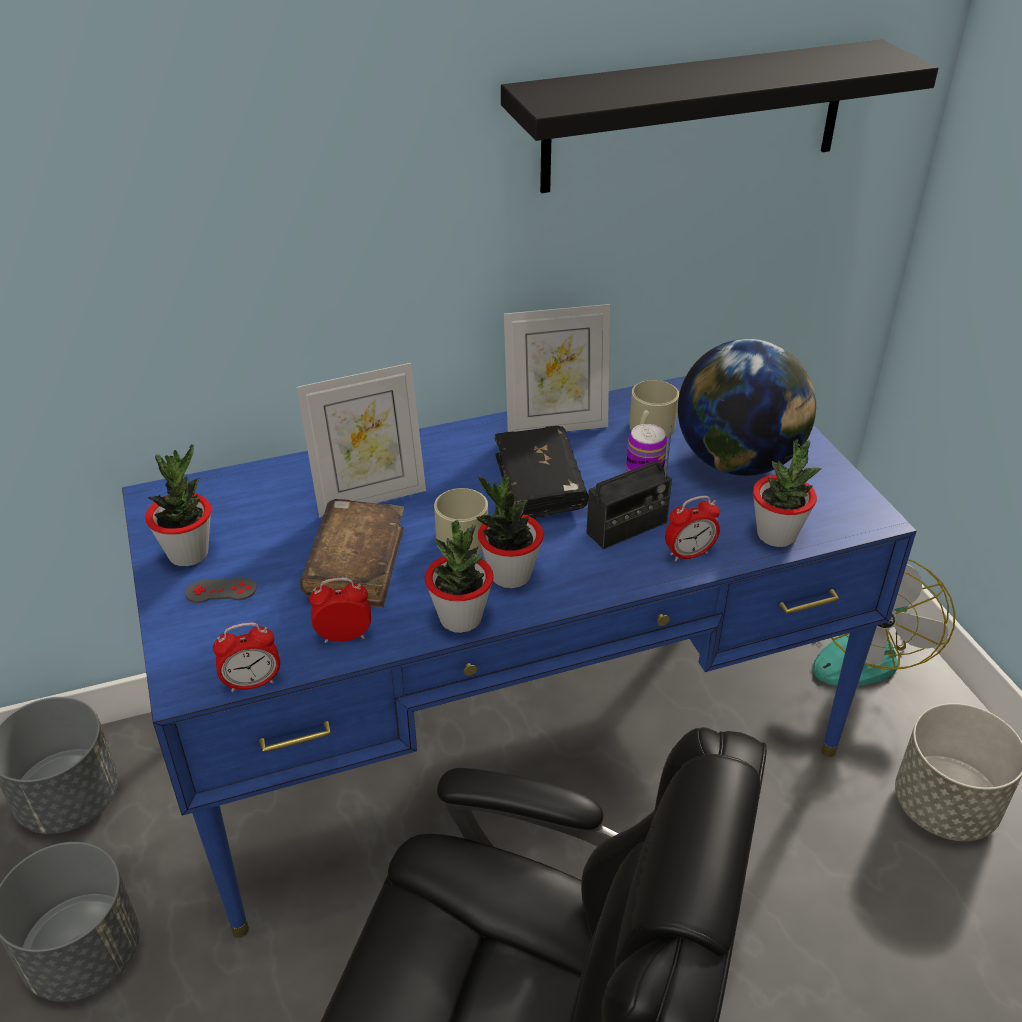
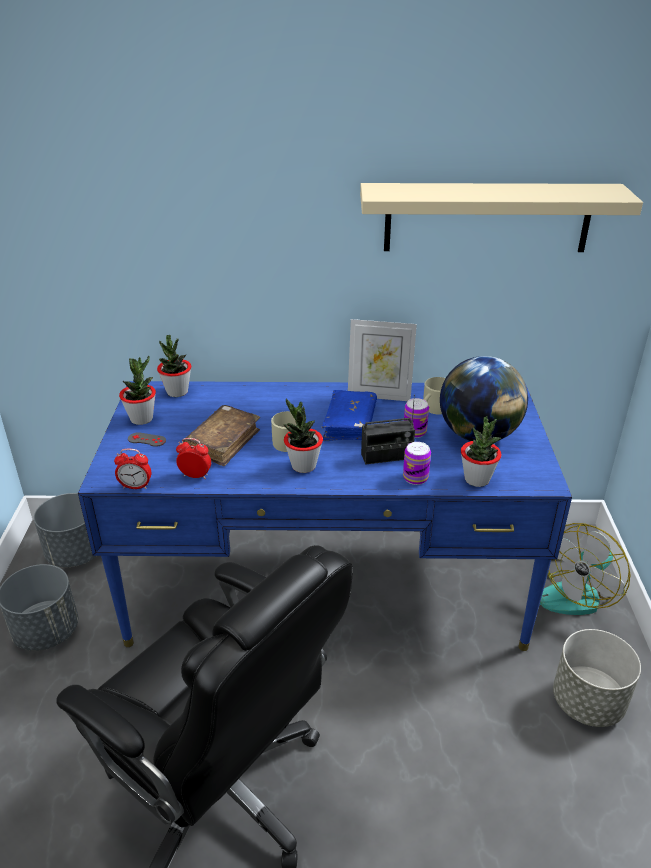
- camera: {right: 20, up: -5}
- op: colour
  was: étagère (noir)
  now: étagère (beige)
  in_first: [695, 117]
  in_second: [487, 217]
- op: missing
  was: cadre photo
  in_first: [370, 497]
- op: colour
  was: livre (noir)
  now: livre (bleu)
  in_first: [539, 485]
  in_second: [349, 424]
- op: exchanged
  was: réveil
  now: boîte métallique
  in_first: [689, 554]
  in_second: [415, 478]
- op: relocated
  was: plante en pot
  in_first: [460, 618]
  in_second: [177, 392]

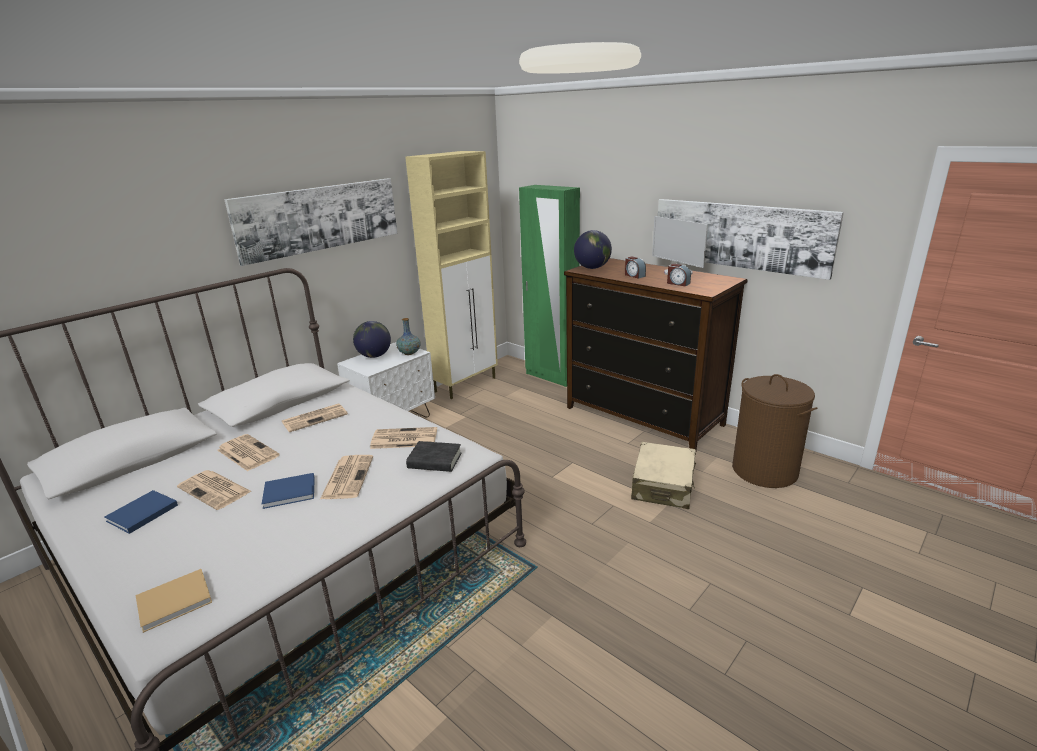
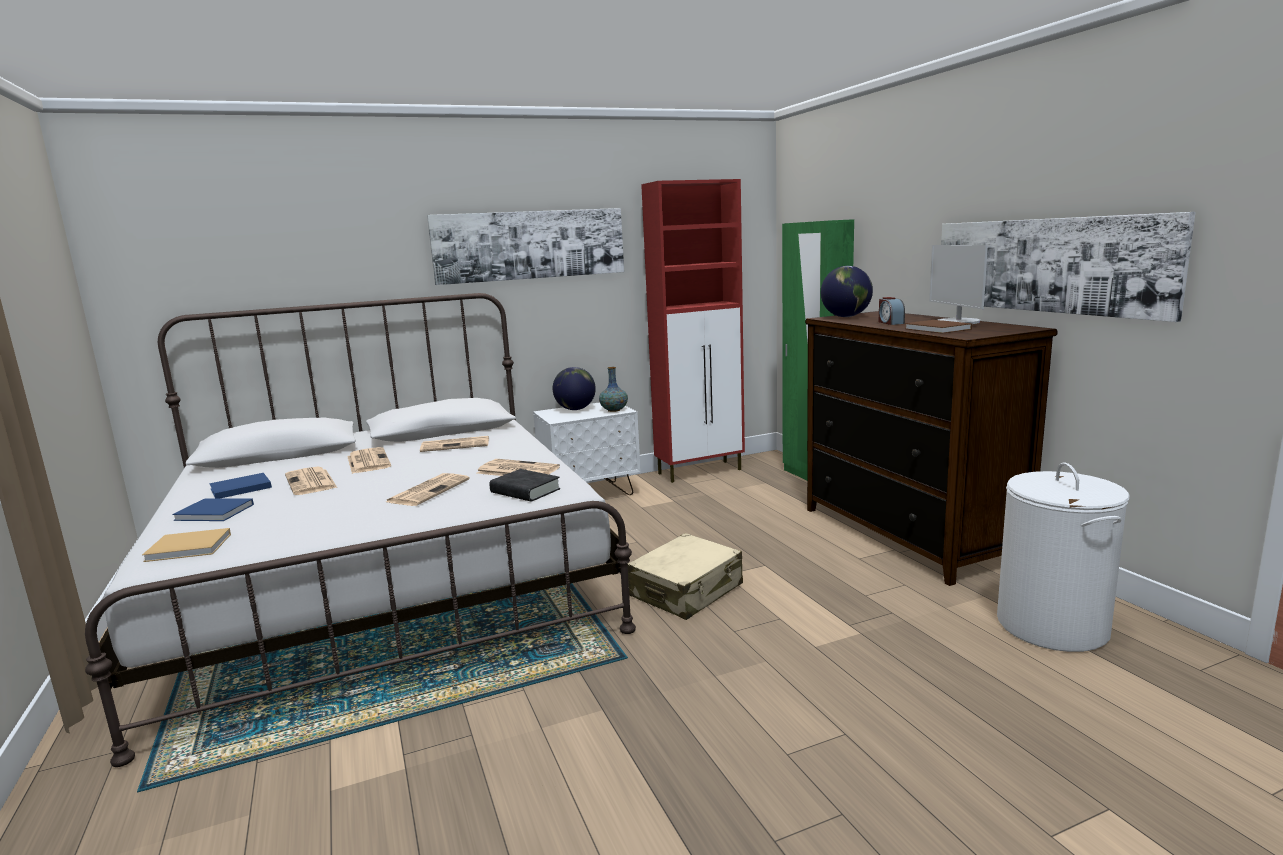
- camera: {right: 25, up: -10}
- op: colour
  was: meuble de rangement (beige)
  now: meuble de rangement (rouge)
  in_first: [466, 384]
  in_second: [701, 471]
- op: exchanged
  was: réveil
  now: livre (marron)
  in_first: [678, 283]
  in_second: [939, 329]
- op: colour
  was: panier à linge (marron)
  now: panier à linge (blanc)
  in_first: [765, 470]
  in_second: [1052, 626]
- op: relocated
  was: valise (beige)
  in_first: [663, 485]
  in_second: [686, 591]
- op: relocated
  was: livre (bleu)
  in_first: [291, 492]
  in_second: [216, 512]

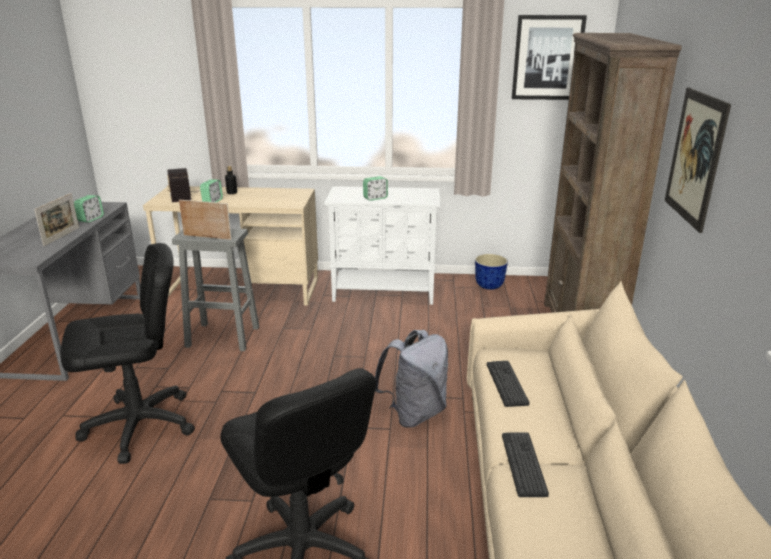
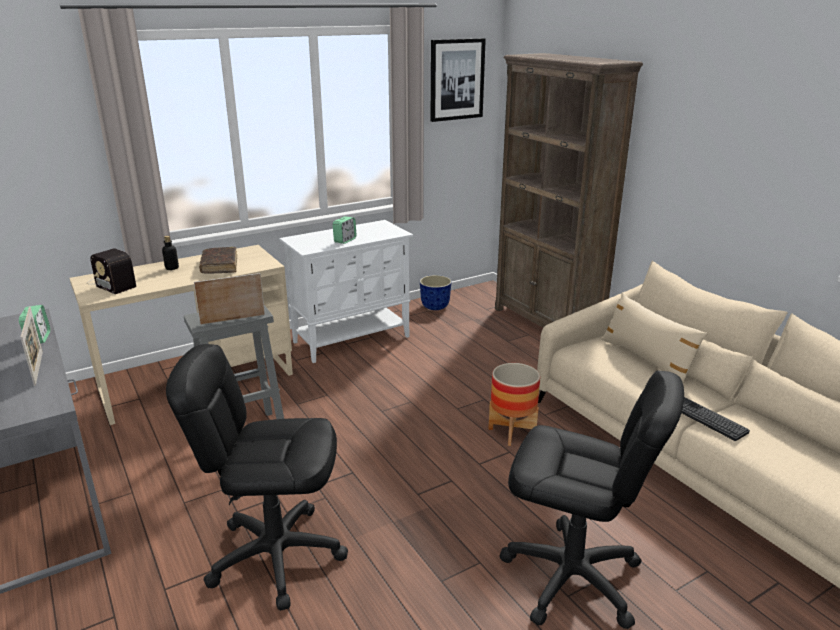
- camera: {right: -35, up: 0}
- op: missing
  was: tableau
  in_first: [695, 157]
- op: missing
  was: réveil
  in_first: [212, 201]
- op: spun
  was: chaise de bureau (noir)
  in_first: [140, 425]
  in_second: [276, 555]
  clockwise: -120
- op: exchanged
  was: sac à dos (gris)
  now: cache-pot
  in_first: [414, 413]
  in_second: [511, 432]
- op: missing
  was: clavier
  in_first: [506, 383]
- op: appeared
  now: livre (marron)
  in_second: [219, 266]
- op: appeared
  now: coussin (beige)
  in_second: [646, 360]

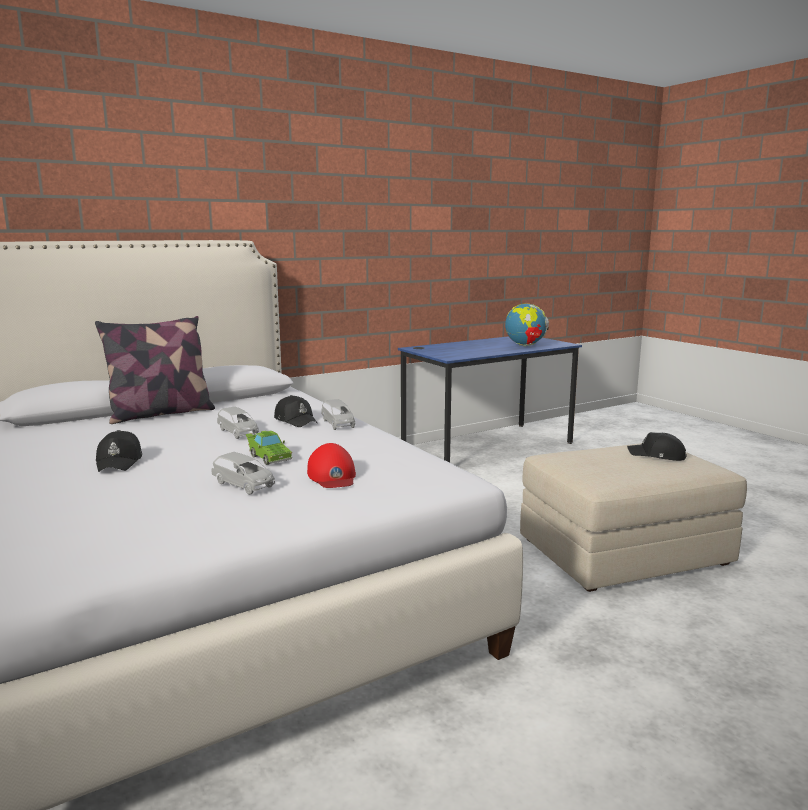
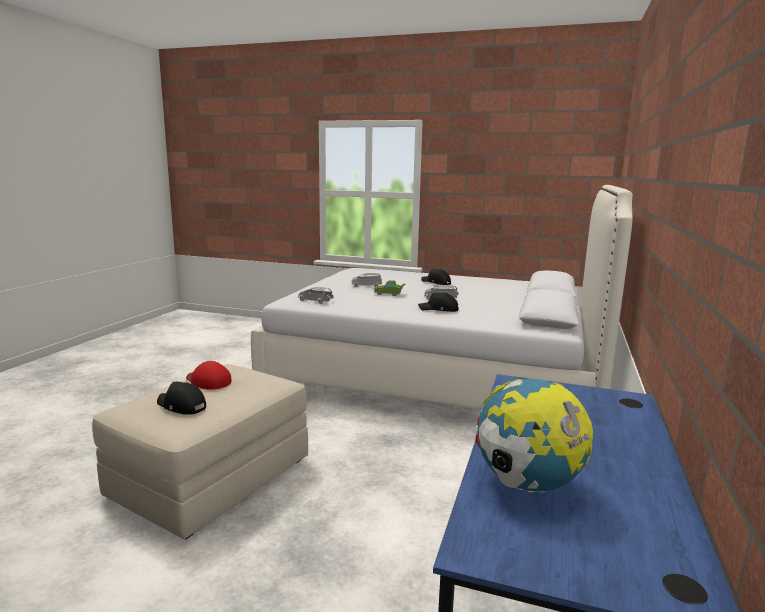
- camera: {right: 140, up: 0}
- op: missing
  was: coussin
  in_first: [161, 414]
- op: relocated
  was: petite voiture (gris)
  in_first: [338, 424]
  in_second: [315, 301]
- op: spun
  was: casquette (noir)
  in_first: [657, 455]
  in_second: [181, 406]
  clockwise: -135
- op: relocated
  was: casquette (rouge)
  in_first: [332, 476]
  in_second: [208, 381]

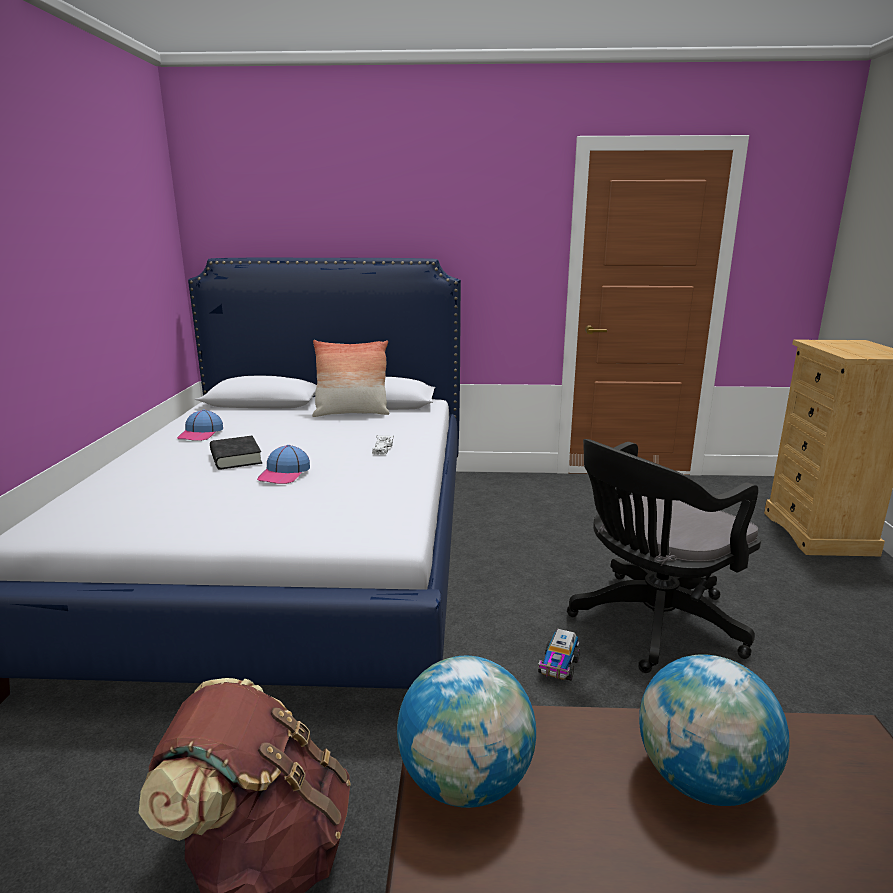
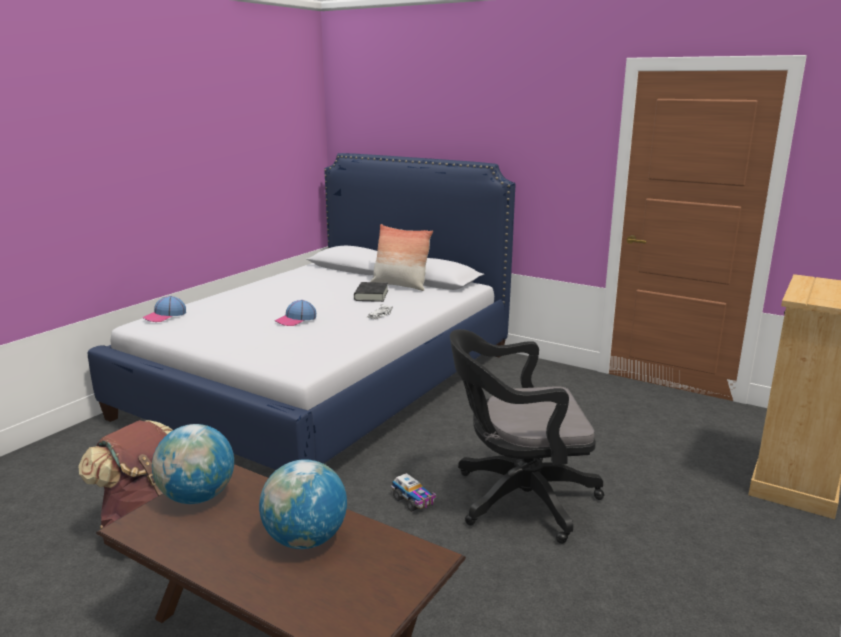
- camera: {right: 30, up: 0}
- op: relocated
  was: casquette
  in_first: [201, 434]
  in_second: [165, 316]
- op: relocated
  was: livre (noir)
  in_first: [236, 458]
  in_second: [371, 295]
- op: spun
  was: camion jouet
  in_first: [558, 667]
  in_second: [413, 501]
  clockwise: -90

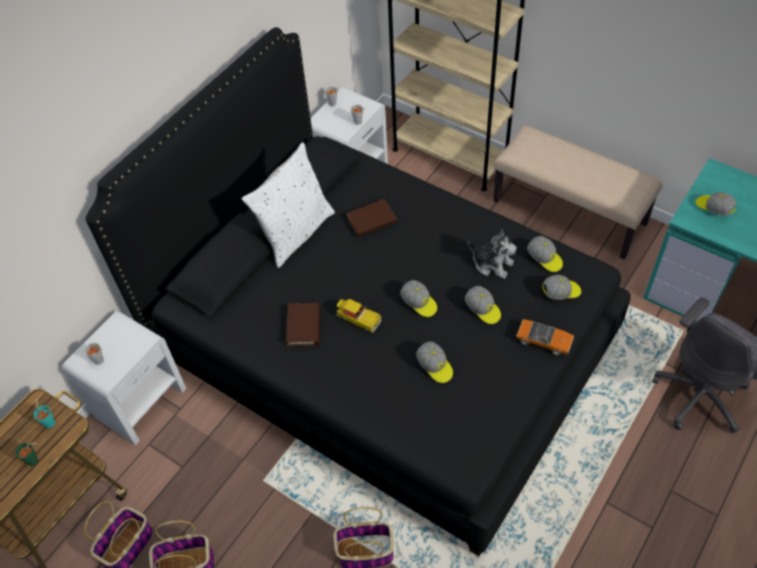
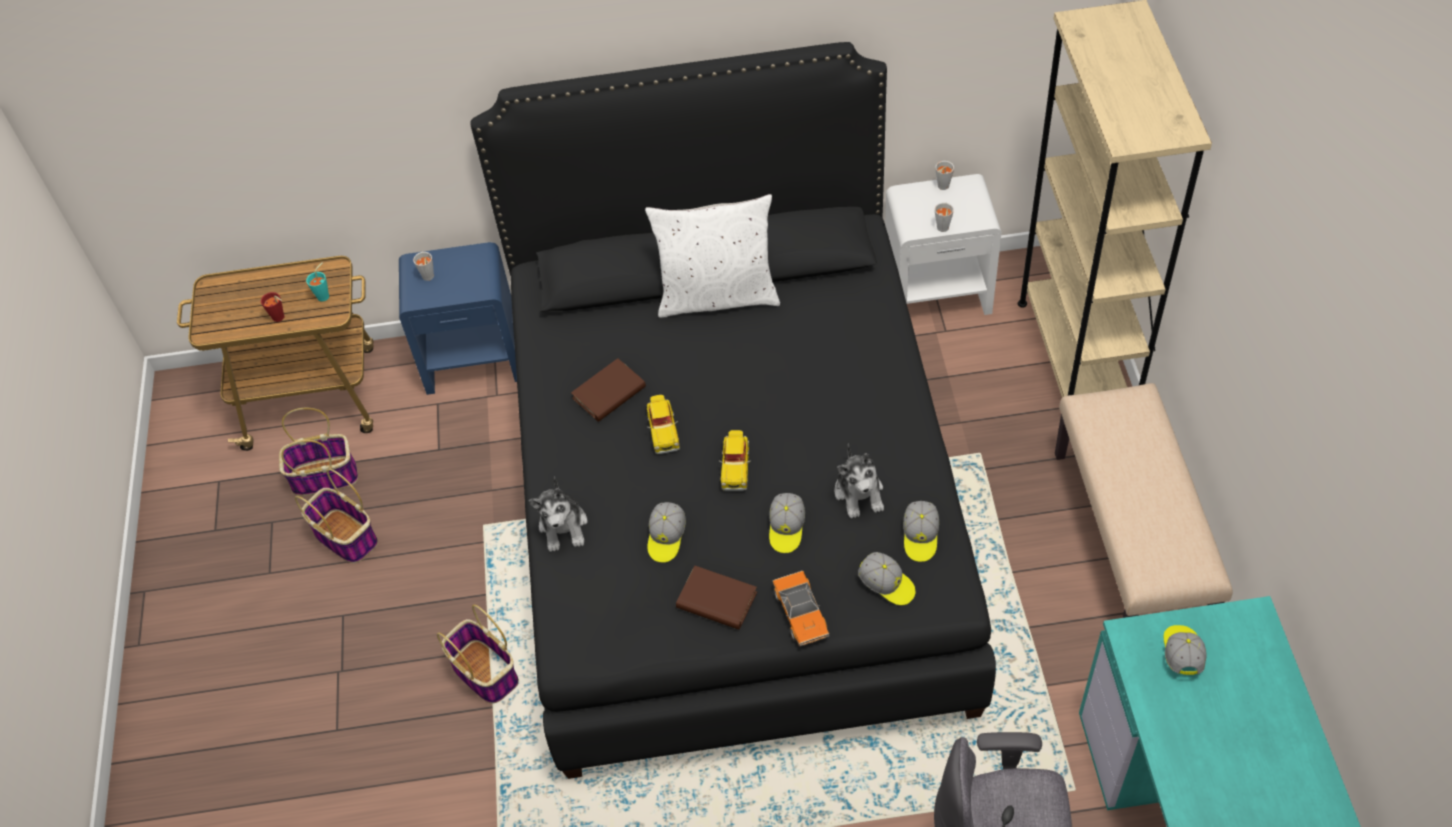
- camera: {right: 50, up: 0}
- op: relocated
  was: livre (marron)
  in_first: [371, 220]
  in_second: [716, 600]
- op: exchanged
  was: casquette
  now: petite voiture
  in_first: [419, 303]
  in_second: [735, 466]
- op: colour
  was: table de chevet (blanc)
  now: table de chevet (bleu)
  in_first: [141, 402]
  in_second: [474, 359]
- op: colour
  was: tasse (vert)
  now: tasse (rouge)
  in_first: [35, 460]
  in_second: [280, 318]
- op: appeared
  now: peluche
  in_second: [563, 526]

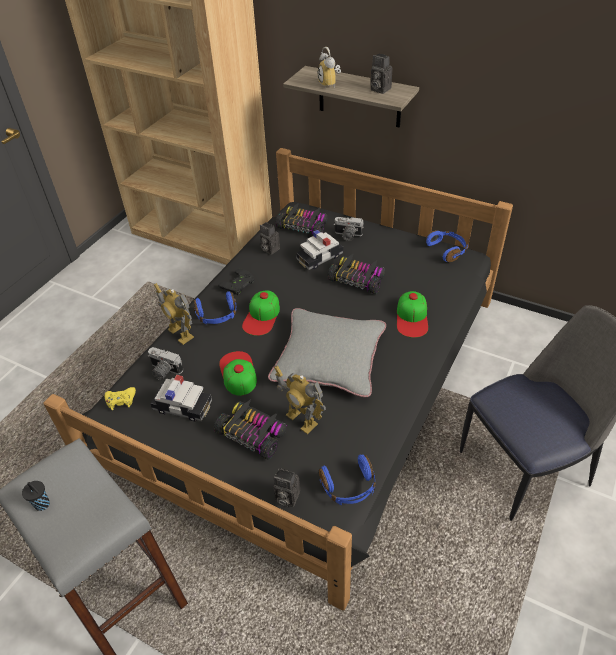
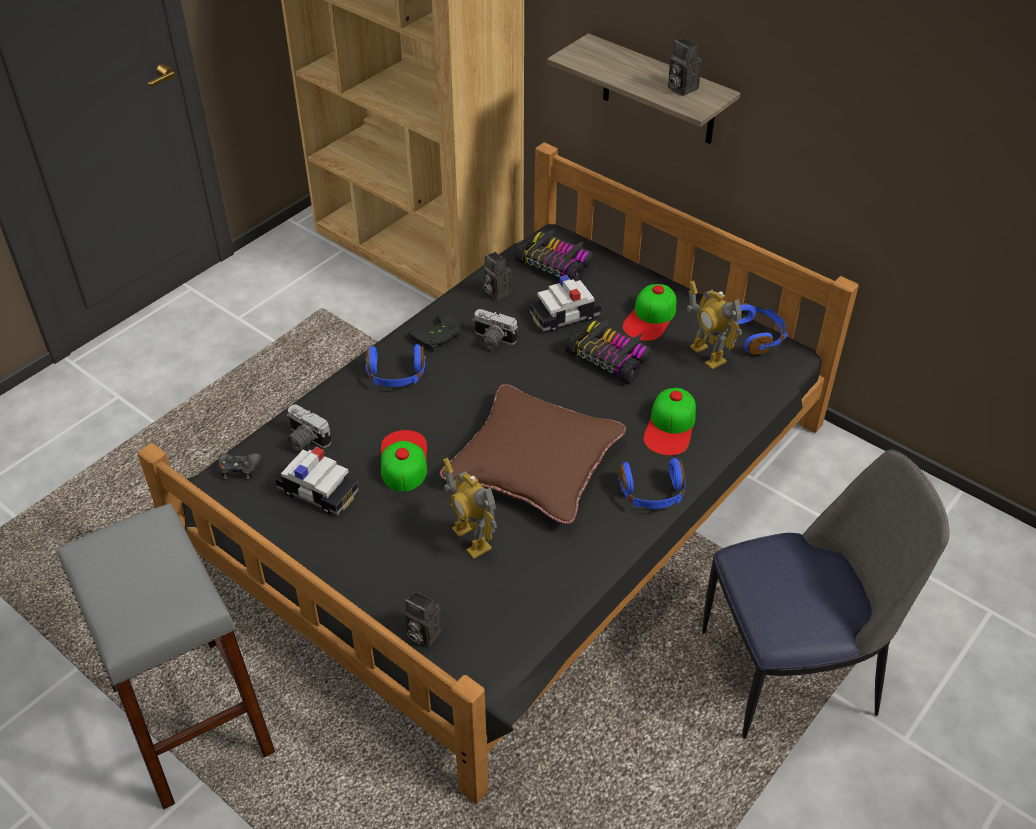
- camera: {right: 10, up: 0}
- op: missing
  was: réveil
  in_first: [330, 84]
- op: relocated
  was: appareil photo
  in_first: [347, 235]
  in_second: [492, 341]
- op: relocated
  was: robot jouet
  in_first: [180, 334]
  in_second: [707, 354]
- op: relocated
  was: casquette
  in_first: [262, 316]
  in_second: [650, 317]
- op: colour
  was: coussin (gris)
  now: coussin (marron)
  in_first: [329, 358]
  in_second: [534, 462]
- op: colour
  was: manette (jaune)
  now: manette (noir)
  in_first: [121, 400]
  in_second: [239, 469]
- op: missing
  was: petite voiture
  in_first: [253, 433]
- op: relocated
  was: casque audio (bleu)
  in_first: [349, 487]
  in_second: [652, 494]
- op: missing
  was: tasse (noir)
  in_first: [43, 505]

